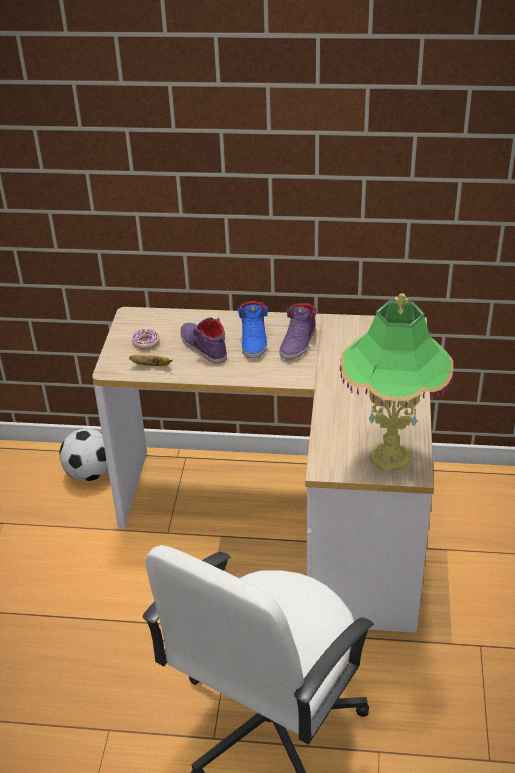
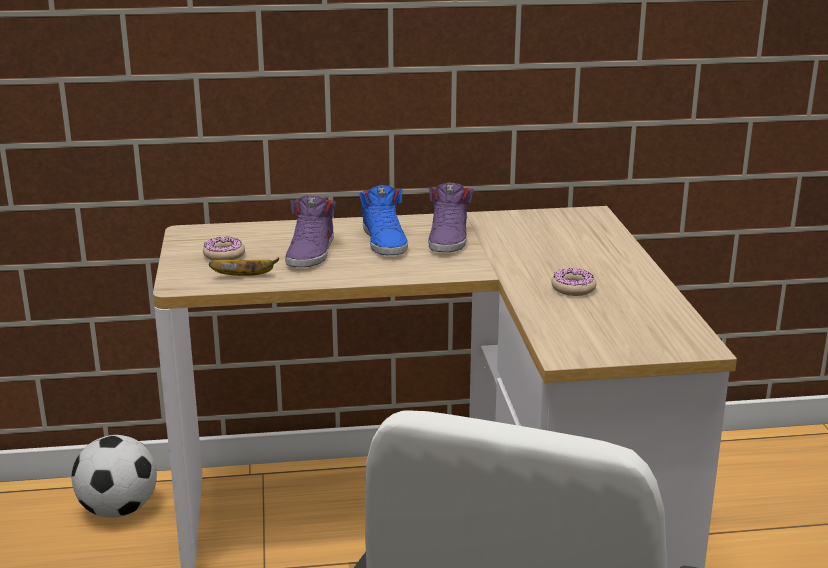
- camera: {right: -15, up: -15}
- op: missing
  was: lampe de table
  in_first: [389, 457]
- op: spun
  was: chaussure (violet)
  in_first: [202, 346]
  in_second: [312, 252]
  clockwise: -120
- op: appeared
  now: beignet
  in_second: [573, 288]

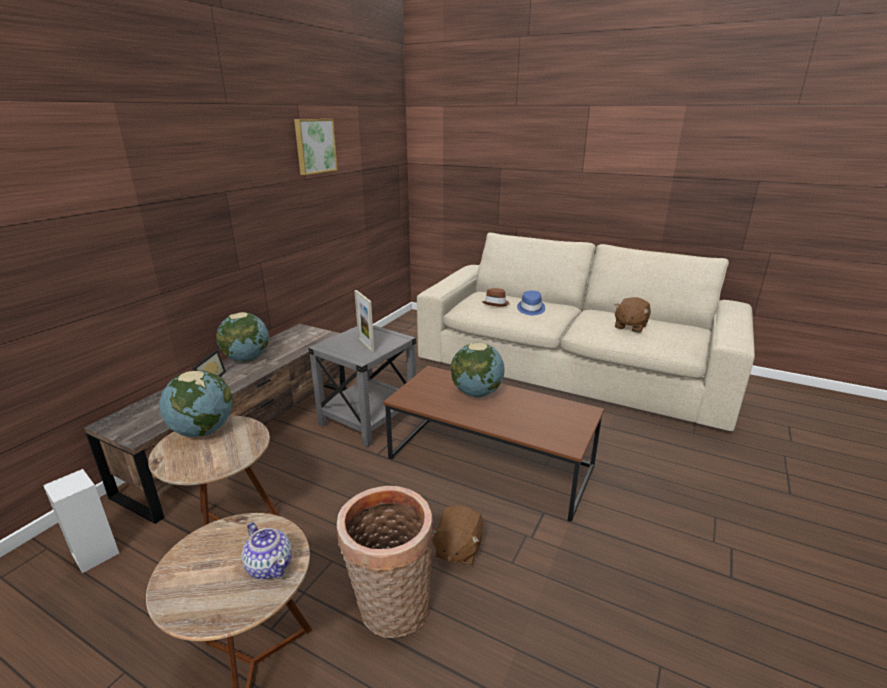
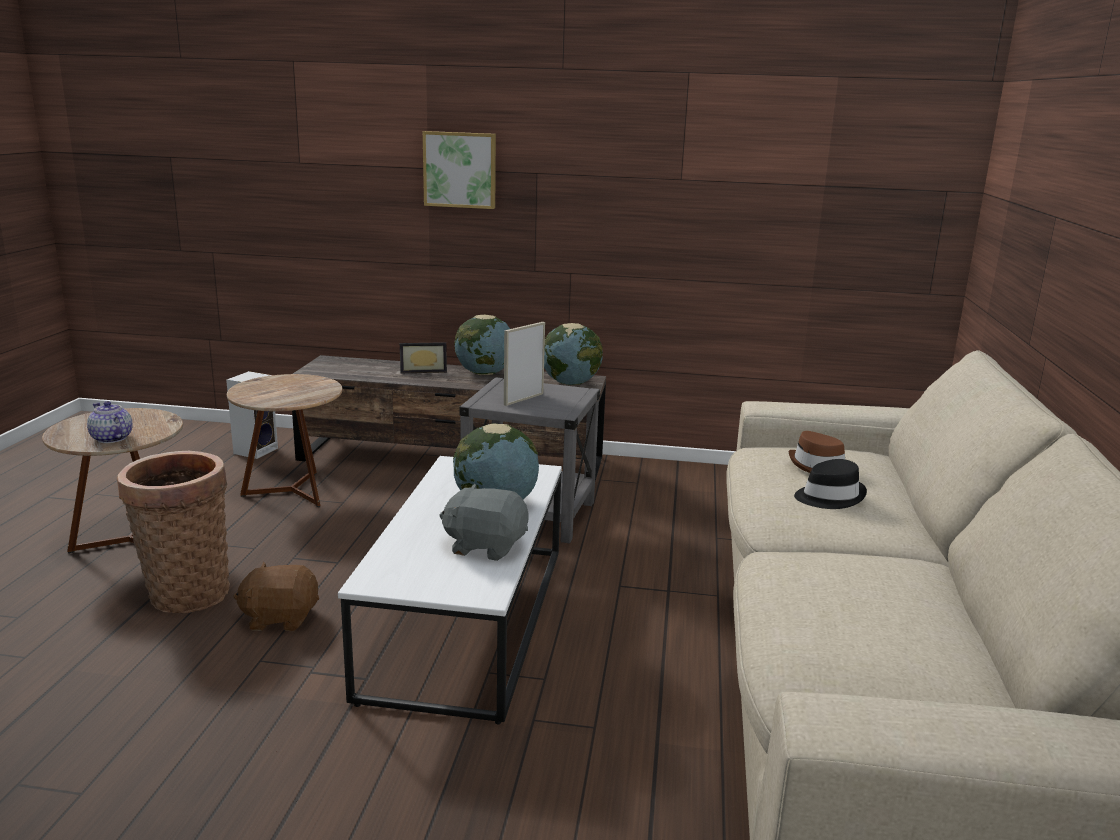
- camera: {right: 70, up: -5}
- op: relocated
  was: tableau
  in_first: [314, 146]
  in_second: [460, 169]
- op: colour
  was: chapeau (bleu)
  now: chapeau (noir)
  in_first: [530, 309]
  in_second: [829, 497]
- op: missing
  was: peluche (marron)
  in_first: [630, 326]
- op: colour
  was: table basse (marron)
  now: table basse (blanc)
  in_first: [489, 464]
  in_second: [467, 620]
- op: relocated
  was: globe
  in_first: [203, 430]
  in_second: [571, 383]
- op: spun
  was: théière
  in_first: [270, 565]
  in_second: [111, 438]
  clockwise: 105
- op: appeared
  now: peluche (gris)
  in_second: [485, 546]

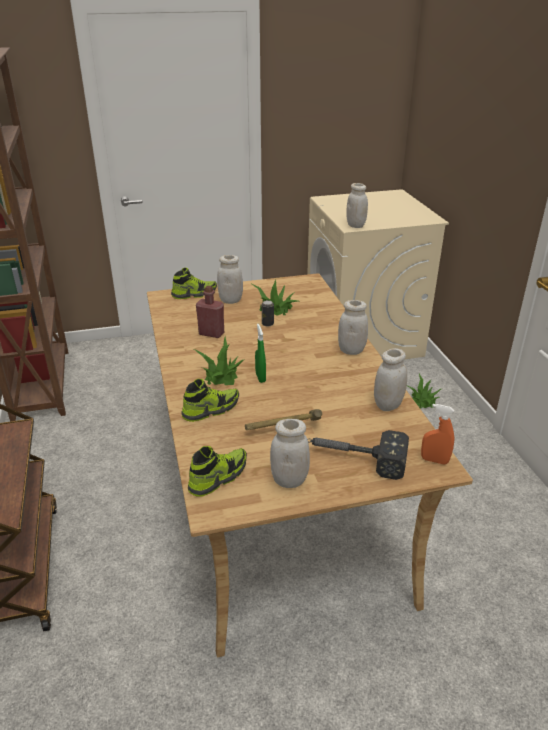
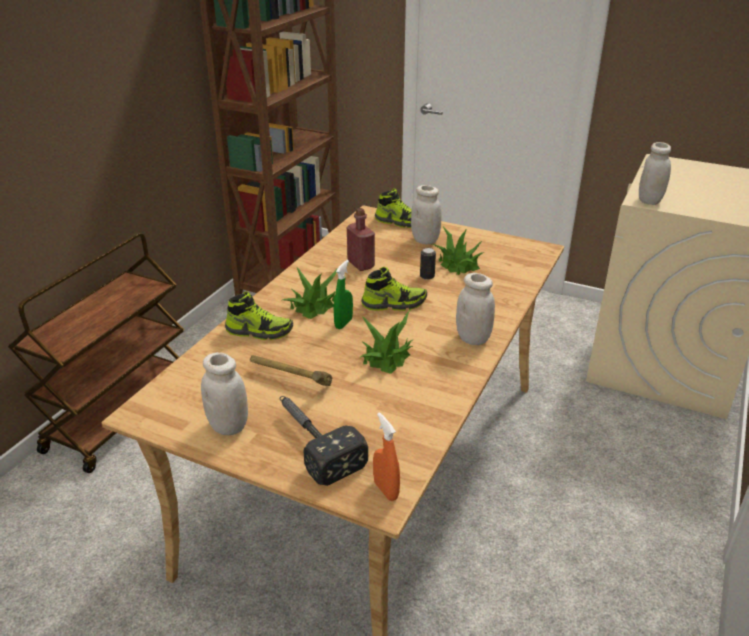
- camera: {right: 40, up: 0}
- op: missing
  was: bocal (blanc)
  in_first: [388, 405]
- op: relocated
  was: plante en pot
  in_first: [423, 400]
  in_second: [387, 357]
- op: relocated
  was: chaussure
  in_first: [218, 477]
  in_second: [394, 304]

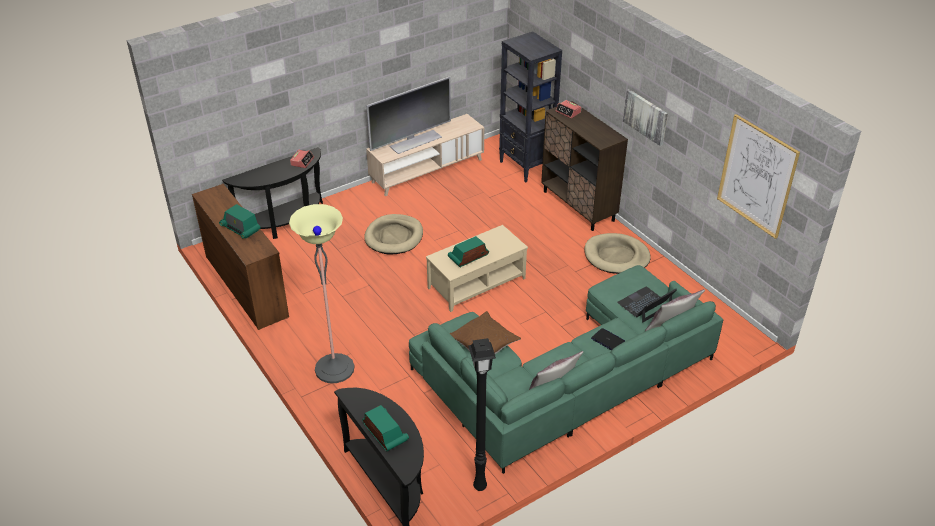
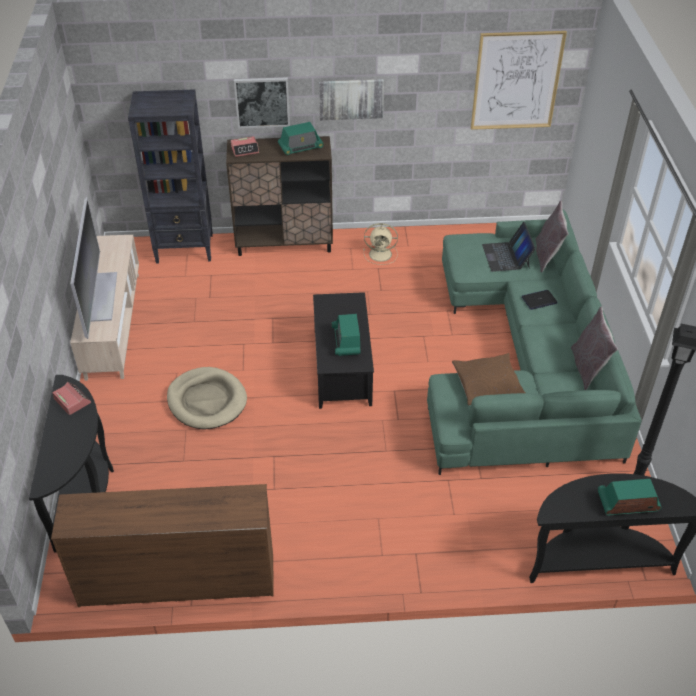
- camera: {right: -60, up: 5}
- op: relocated
  was: radio
  in_first: [240, 228]
  in_second: [300, 147]
- op: missing
  was: lampadaire
  in_first: [334, 369]
- op: colour
  was: table basse (beige)
  now: table basse (noir)
  in_first: [477, 283]
  in_second: [343, 366]
- op: exchanged
  was: panier pour chien (beige)
  now: ventilateur (beige)
  in_first: [616, 256]
  in_second: [381, 254]
- op: appeared
  now: tableau
  in_second: [262, 102]

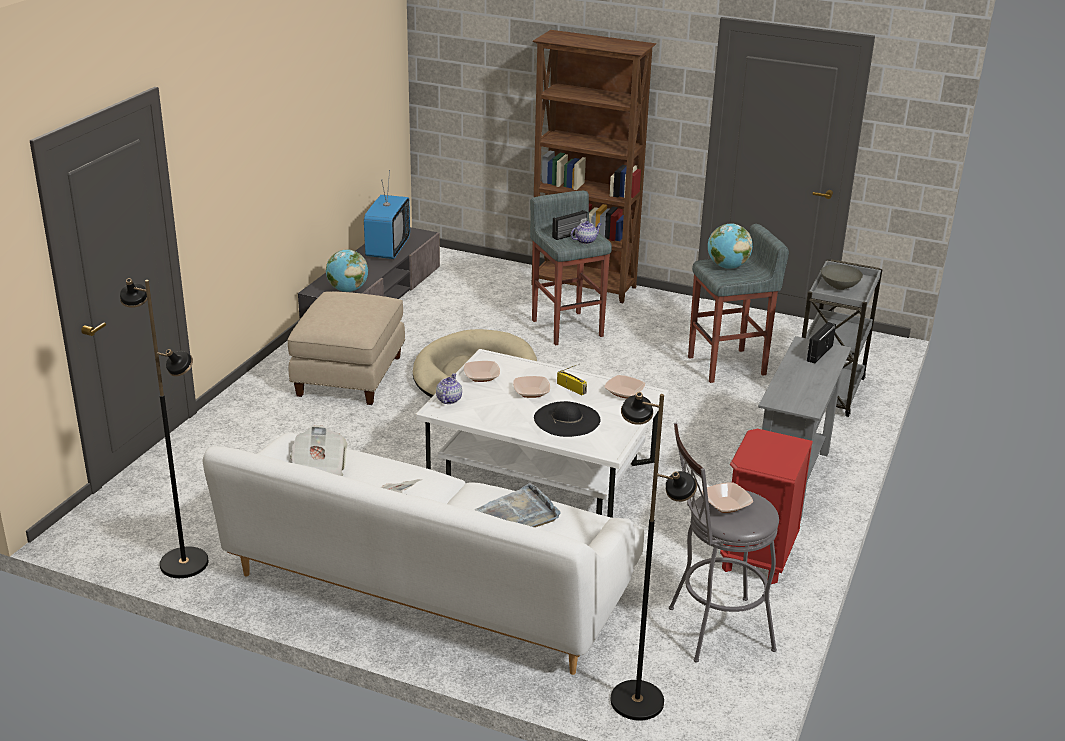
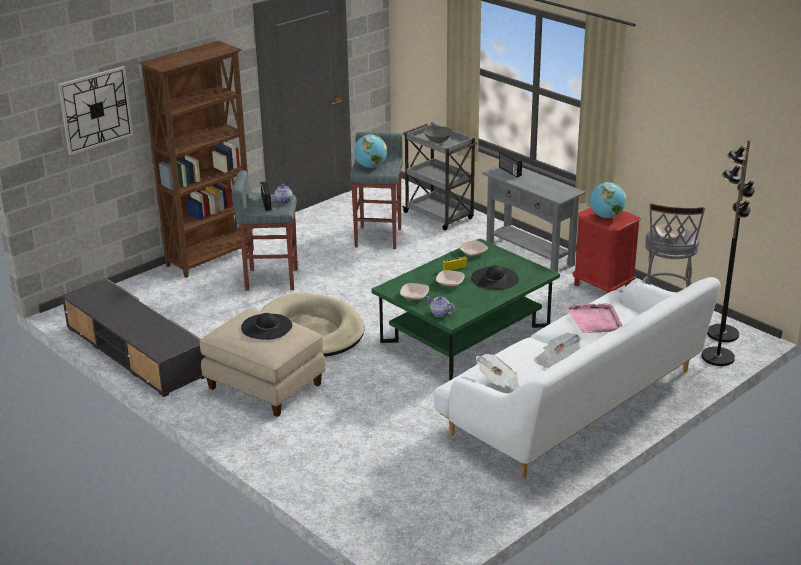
- camera: {right: -65, up: 0}
- op: missing
  was: téléviseur
  in_first: [387, 249]
- op: relocated
  was: globe
  in_first: [347, 290]
  in_second: [606, 216]
- op: relocated
  was: lampadaire (noir)
  in_first: [184, 563]
  in_second: [722, 333]
- op: colour
  was: table basse (blanc)
  now: table basse (vert)
  in_first: [542, 472]
  in_second: [465, 334]
- op: colour
  was: plateau (gris)
  now: plateau (rose)
  in_first: [518, 514]
  in_second: [595, 320]
- op: appeared
  now: horloge murale
  in_second: [96, 110]
- op: appeared
  now: chapeau (noir)
  in_second: [266, 327]

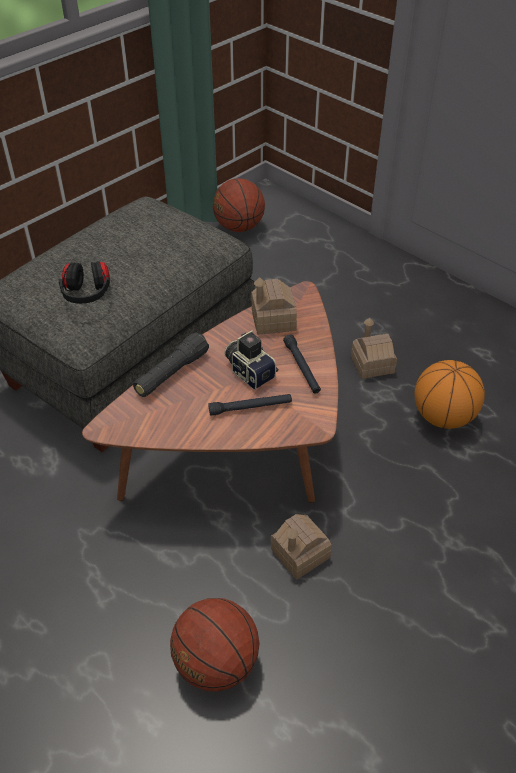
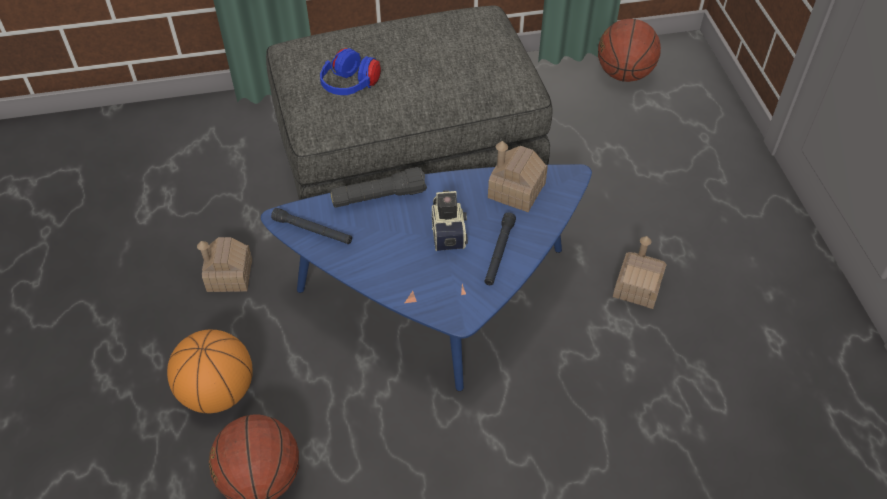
- camera: {right: 35, up: 5}
- op: colour
  was: casque audio (noir)
  now: casque audio (bleu)
  in_first: [87, 296]
  in_second: [351, 87]
- op: colour
  was: table basse (marron)
  now: table basse (bleu)
  in_first: [244, 449]
  in_second: [439, 305]
- op: relocated
  was: ballon de basket
  in_first: [443, 417]
  in_second: [218, 392]
- op: relocated
  was: lampe de poche (noir)
  in_first: [250, 408]
  in_second: [312, 231]
- op: relocated
  was: maison miniature
  in_first: [300, 553]
  in_second: [229, 275]

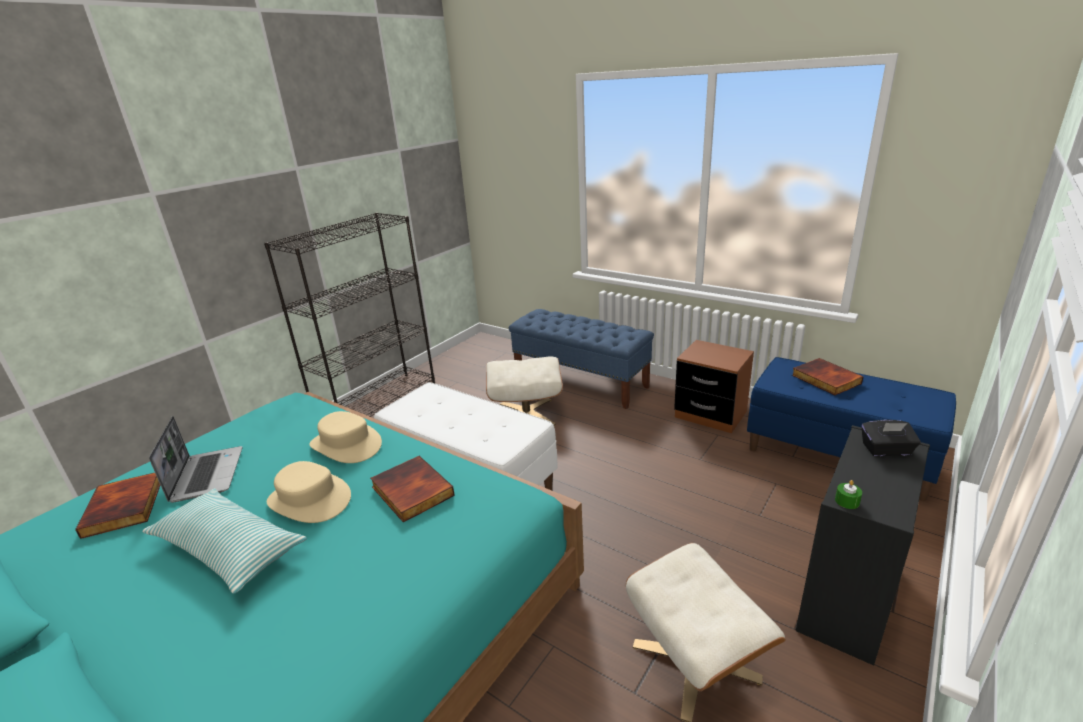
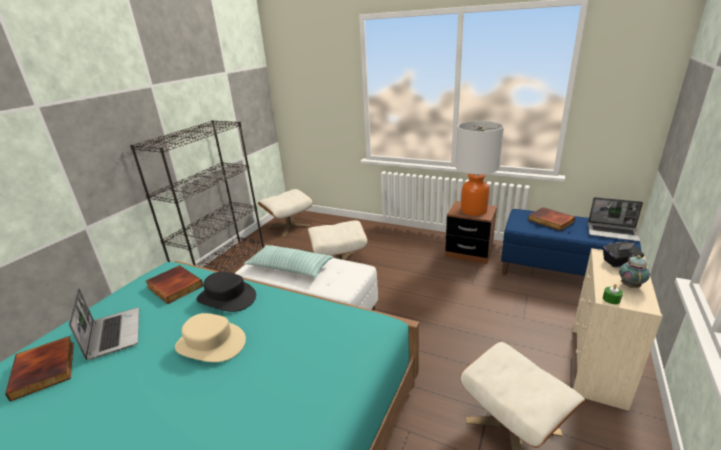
- camera: {right: -10, up: 0}
- op: missing
  was: banc (bleu)
  in_first: [581, 382]
- op: colour
  was: chapeau (beige)
  now: chapeau (noir)
  in_first: [346, 444]
  in_second: [227, 297]
- op: colour
  was: commode (noir)
  now: commode (beige)
  in_first: [847, 598]
  in_second: [597, 367]
- op: relocated
  was: livre
  in_first: [410, 491]
  in_second: [173, 287]
- op: relocated
  was: coussin
  in_first: [228, 549]
  in_second: [290, 268]
- op: appeared
  now: lampe de table
  in_second: [473, 211]
- op: appeared
  now: pouf (beige)
  in_second: [289, 226]
- op: appeared
  now: ordinateur portable
  in_second: [613, 232]
- op: appeared
  now: théière
  in_second: [630, 285]

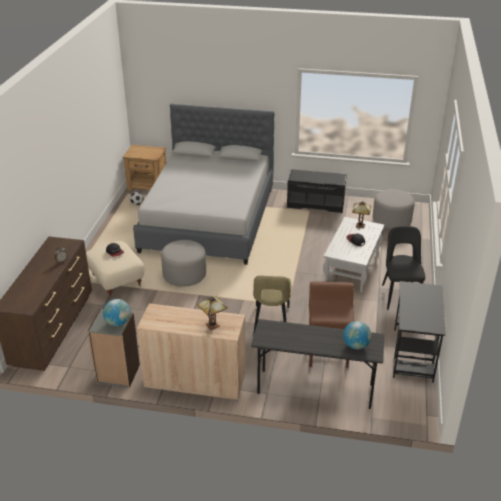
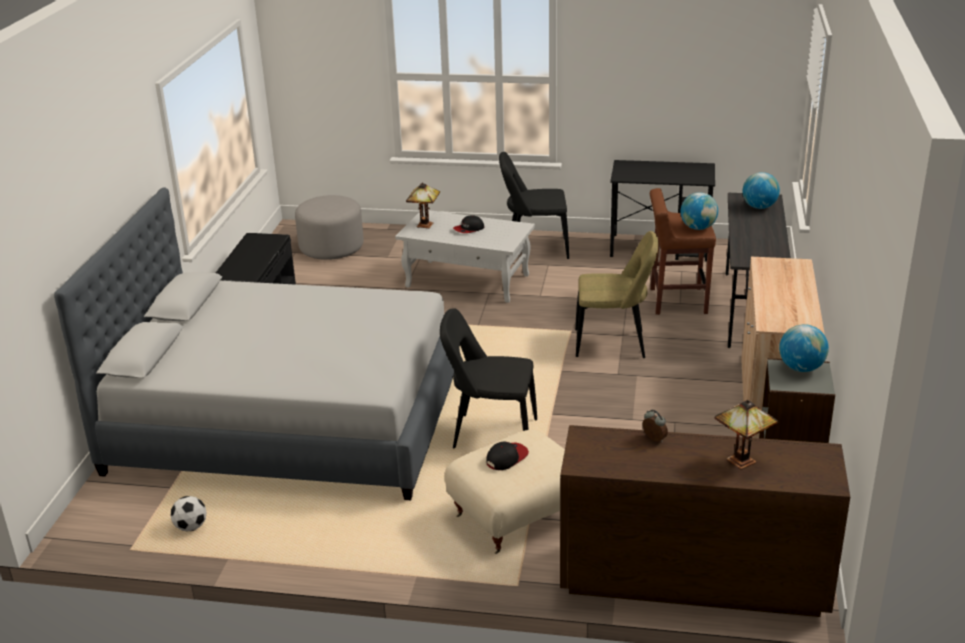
- camera: {right: -90, up: -5}
- op: missing
  was: table de chevet (marron)
  in_first: [148, 185]
- op: exchanged
  was: pouf (gris)
  now: chaise (noir)
  in_first: [184, 275]
  in_second: [490, 434]
- op: relocated
  was: lampe de table
  in_first: [213, 325]
  in_second: [741, 459]
- op: appeared
  now: globe
  in_second: [698, 228]

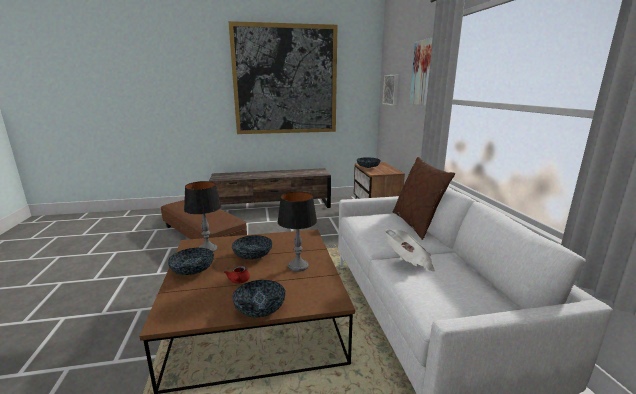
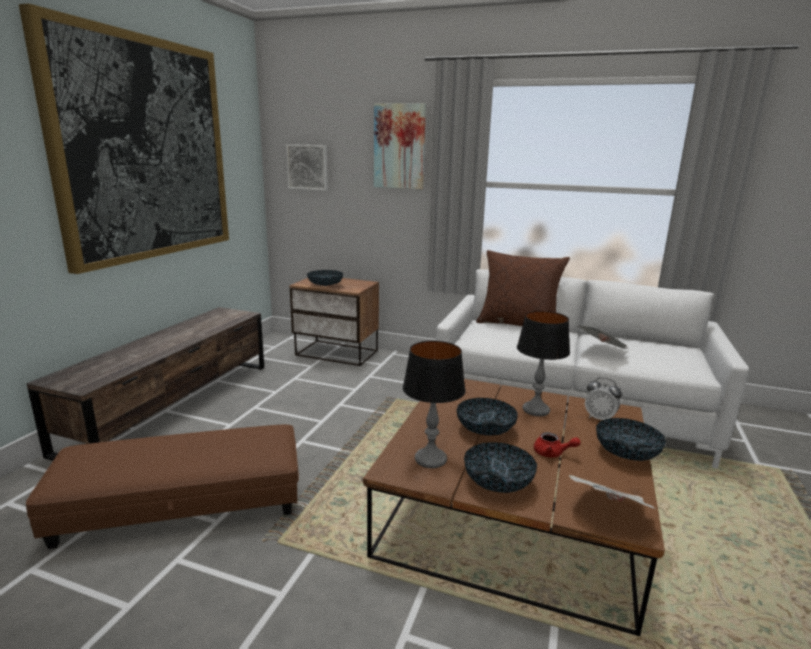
- camera: {right: -60, up: 0}
- op: appeared
  now: réveil
  in_second: [599, 418]
- op: appeared
  now: journal
  in_second: [611, 511]

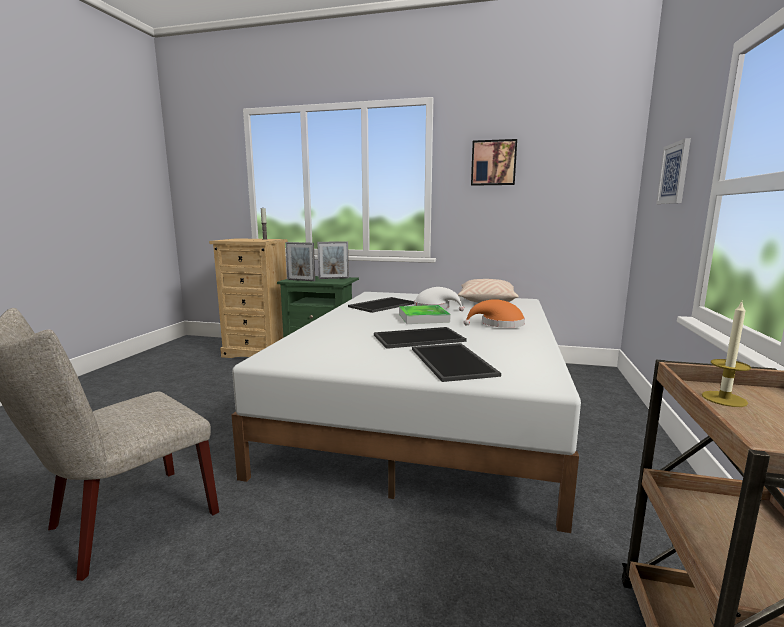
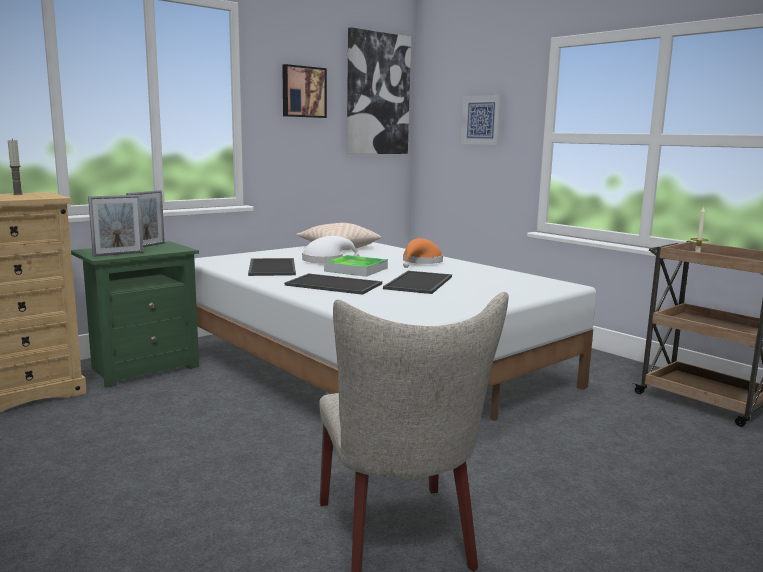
- camera: {right: -55, up: 0}
- op: relocated
  was: plateau
  in_first: [454, 362]
  in_second: [335, 284]
- op: appeared
  now: tableau
  in_second: [377, 94]

